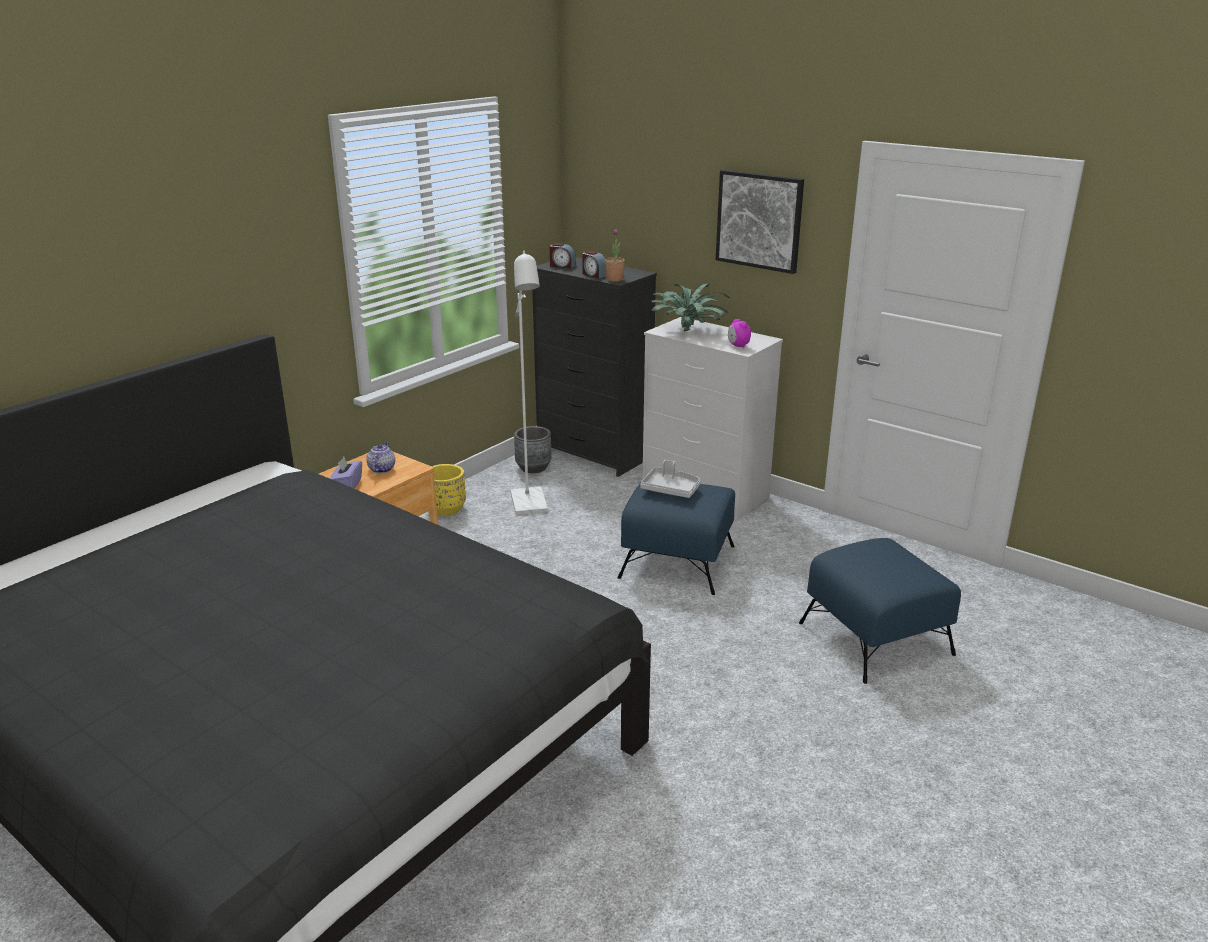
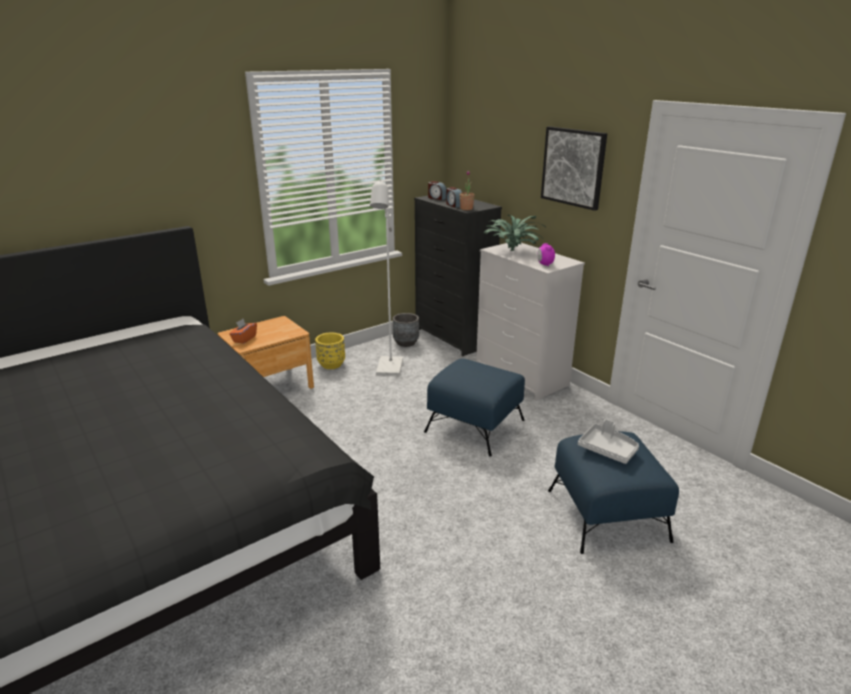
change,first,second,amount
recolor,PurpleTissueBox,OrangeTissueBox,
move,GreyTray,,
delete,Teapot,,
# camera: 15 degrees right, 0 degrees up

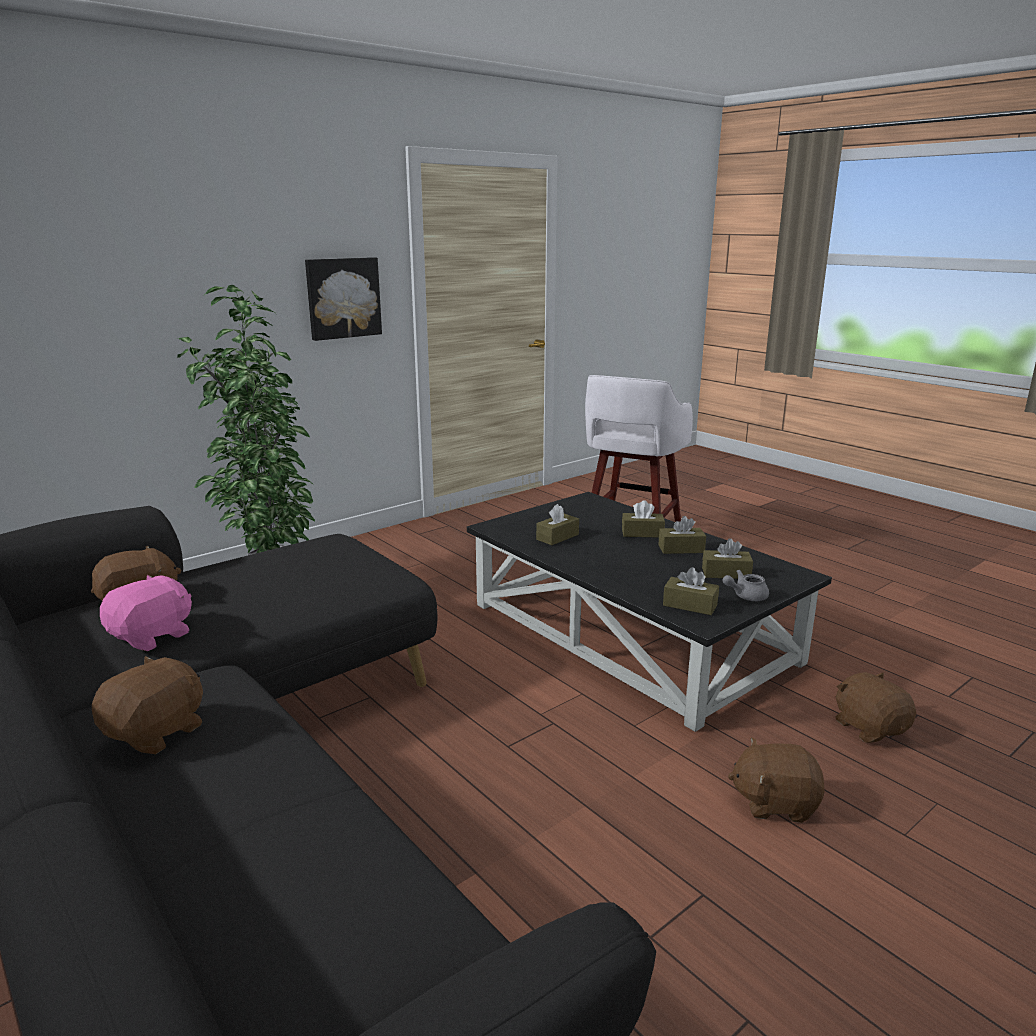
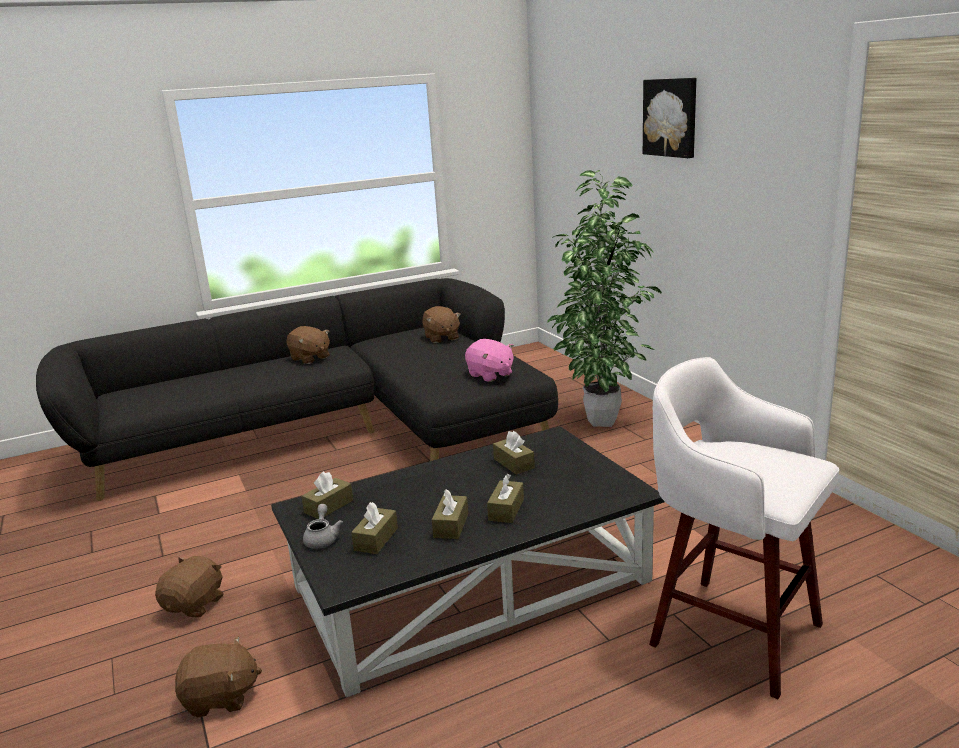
change,first,second,amount
move,PinkPlushToy,,
move,Picture,,
# camera: 105 degrees right, 0 degrees up

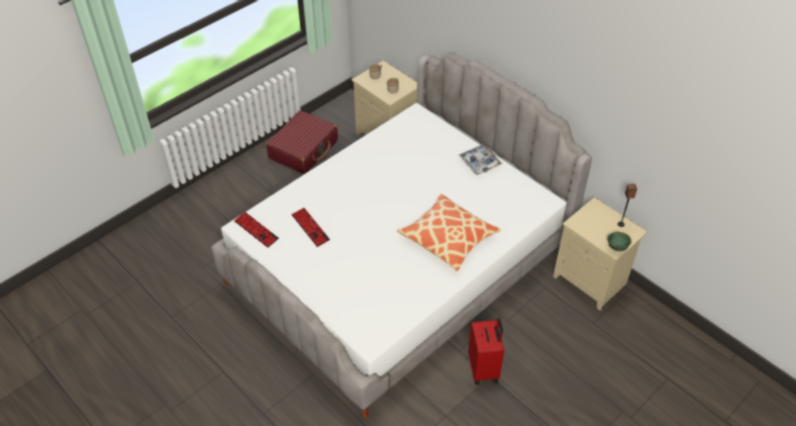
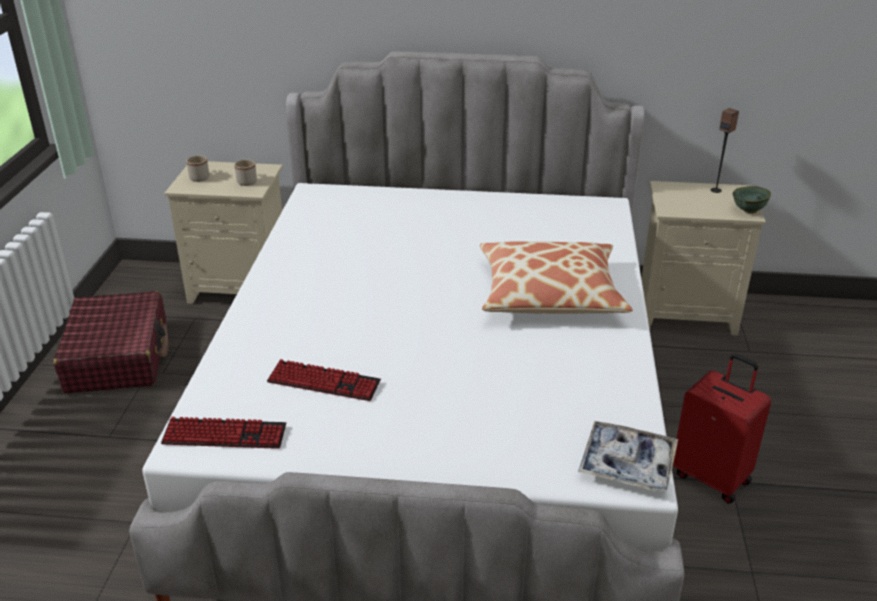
change,first,second,amount
move,Tray,,
# camera: 40 degrees left, 15 degrees down

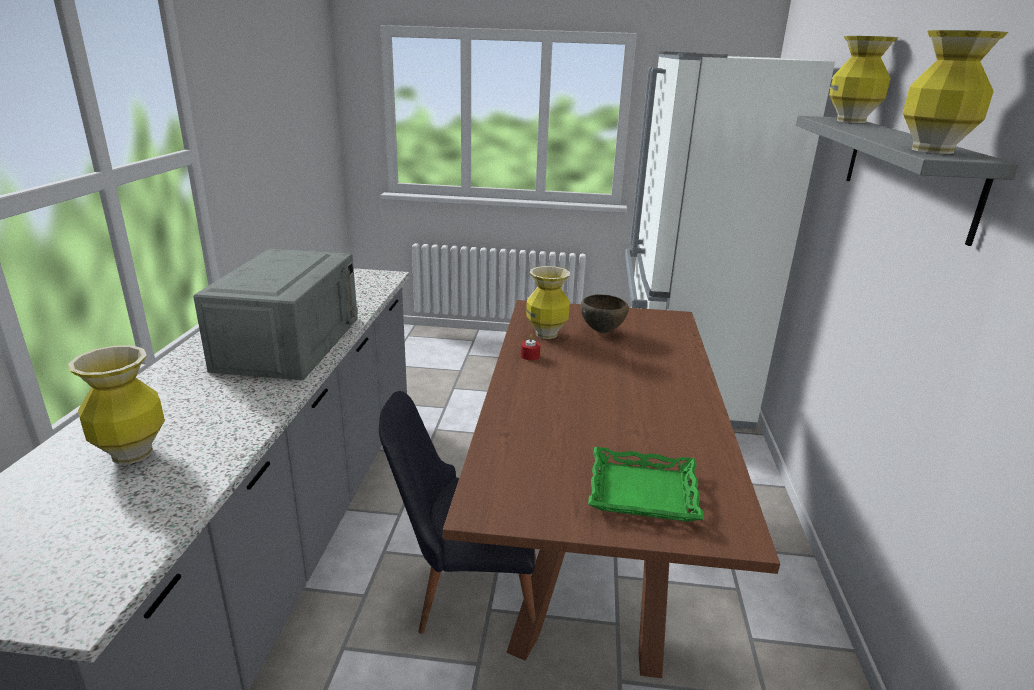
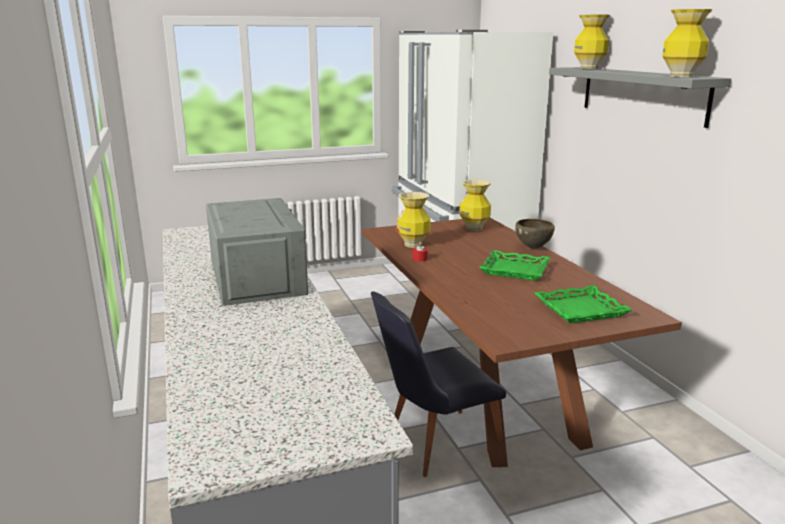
change,first,second,amount
move,Vase (1st from left in the first image),Vase (2nd from left),
insert,,GreenTray (1st from left),
move,BrownBowl,,
# camera: 25 degrees left, 5 degrees down

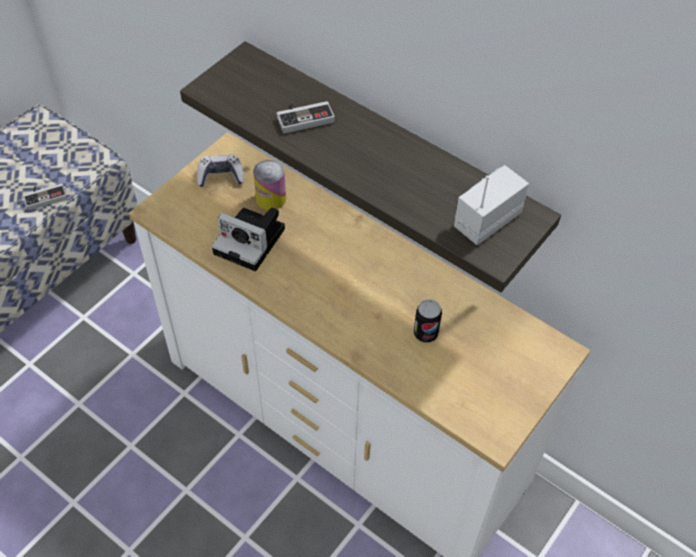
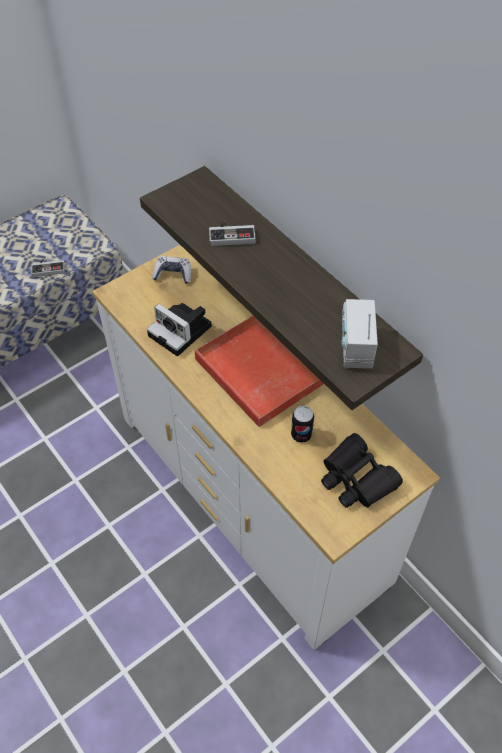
change,first,second,amount
insert,,RedTray,
insert,,BlackBinoculars,
rotate,Radio,,60 degrees counterclockwise
delete,Can (1st from left),,
# camera: 15 degrees right, 0 degrees up

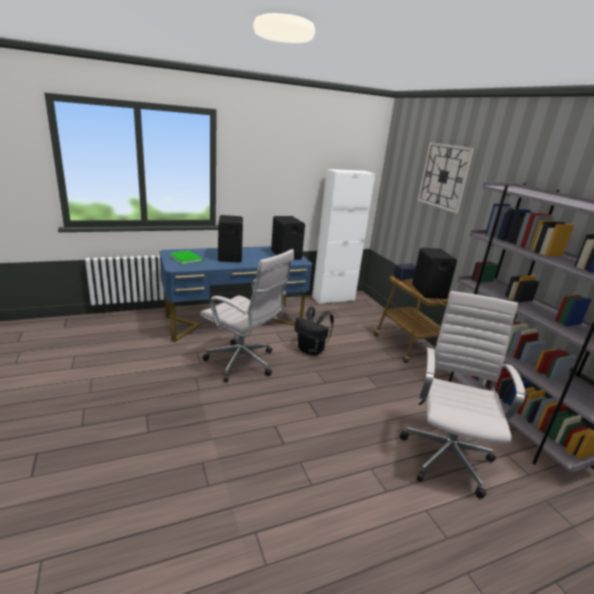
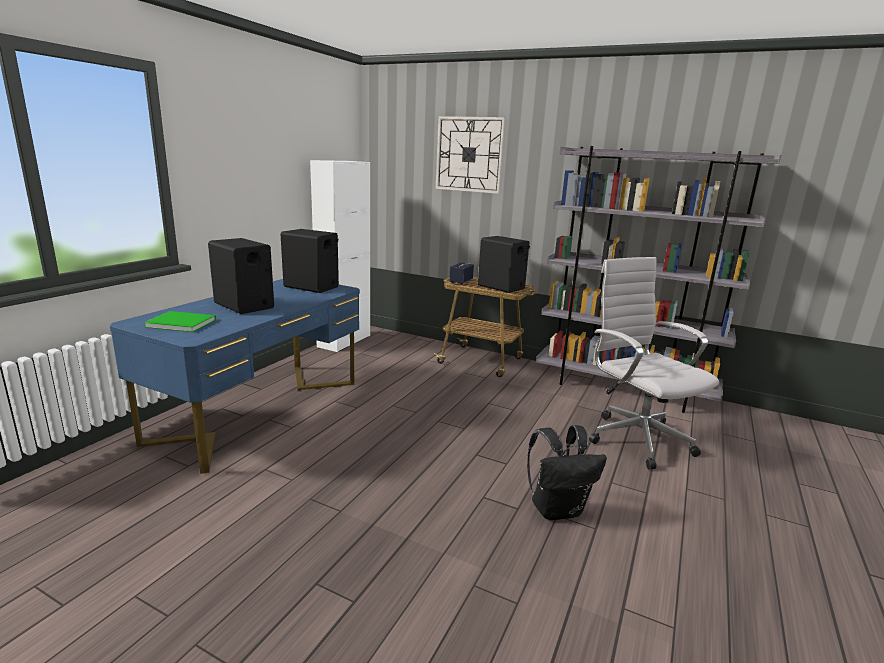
change,first,second,amount
move,BlackBackpack,,
delete,WhiteOfficeChair (1st from left),,
# camera: 40 degrees left, 5 degrees down

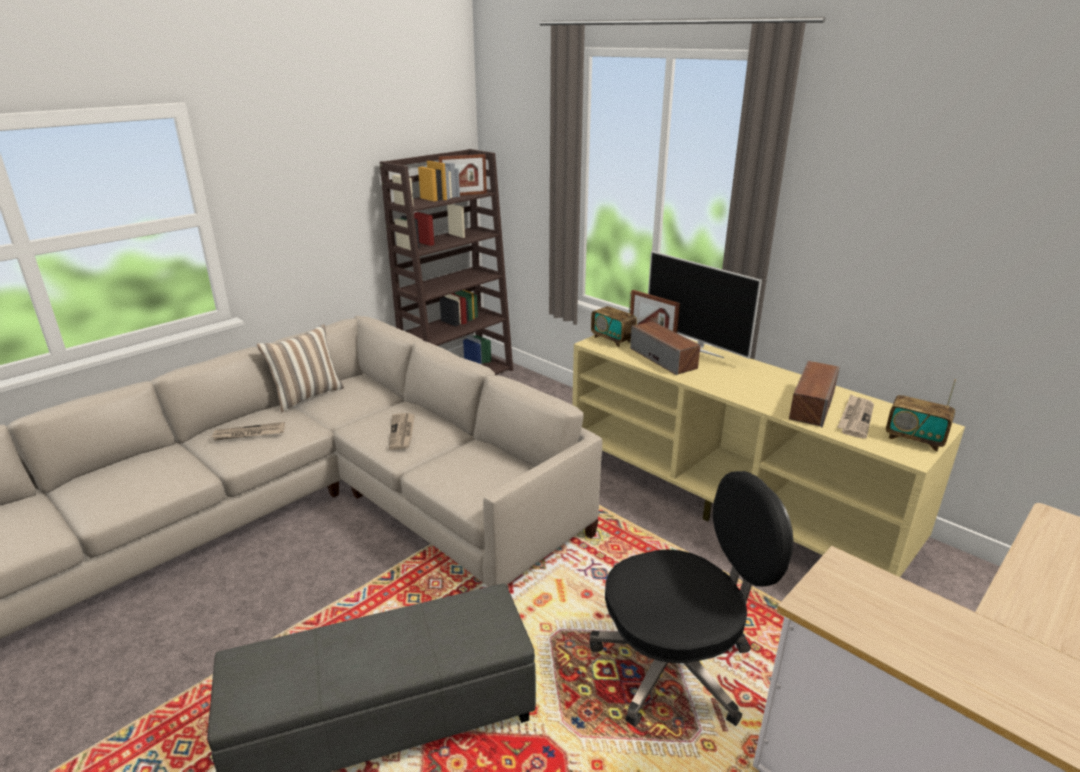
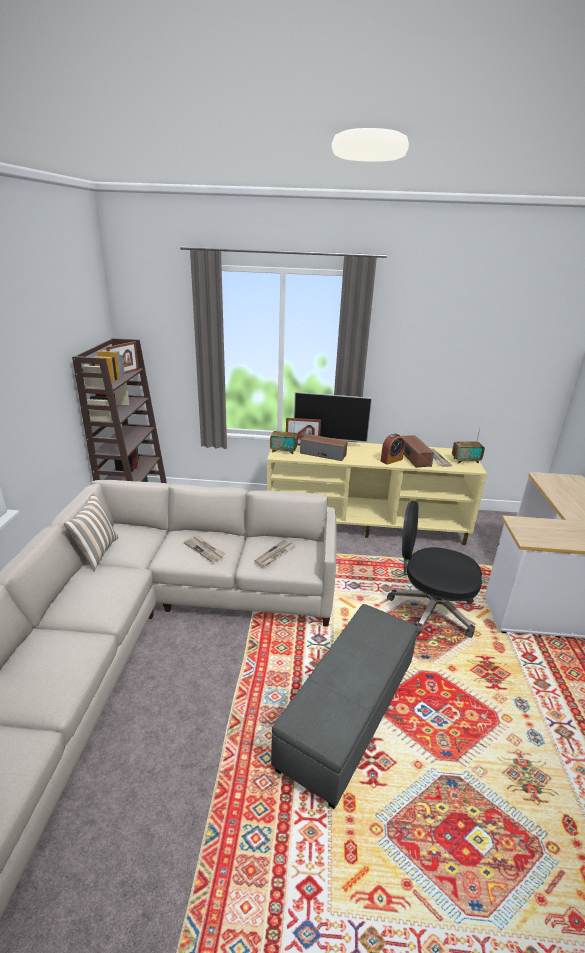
change,first,second,amount
move,Newspaper (1st from left in the first image),Newspaper (2nd from left),
insert,,AlarmClock,
rotate,BlackOfficeChair,,105 degrees counterclockwise
# camera: 40 degrees left, 0 degrees up

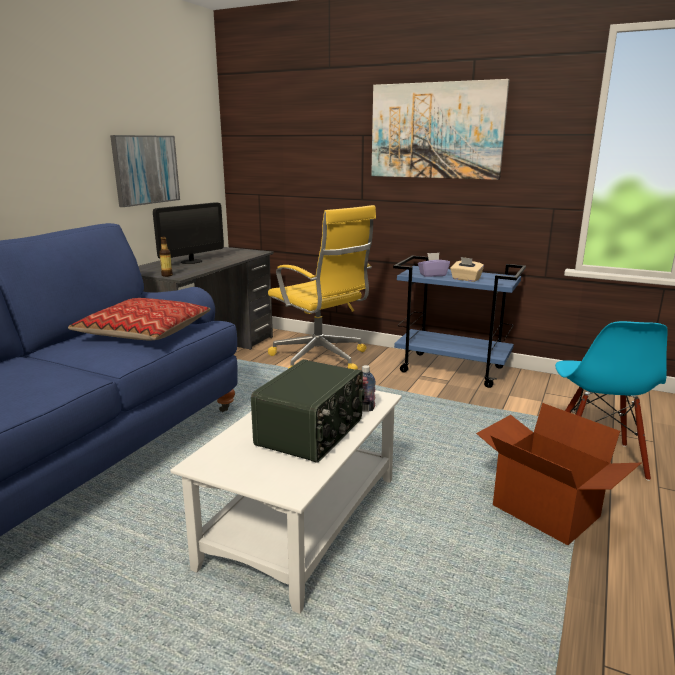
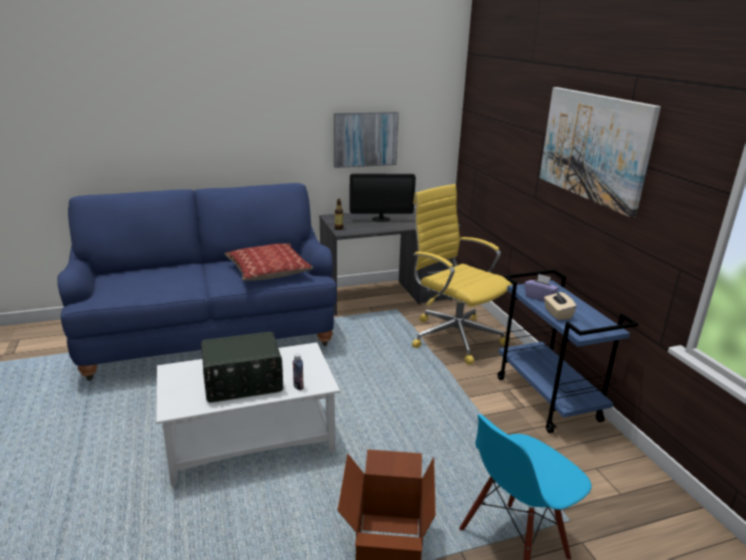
change,first,second,amount
rotate,YellowOfficeChair,,135 degrees clockwise
# camera: 45 degrees right, 5 degrees up

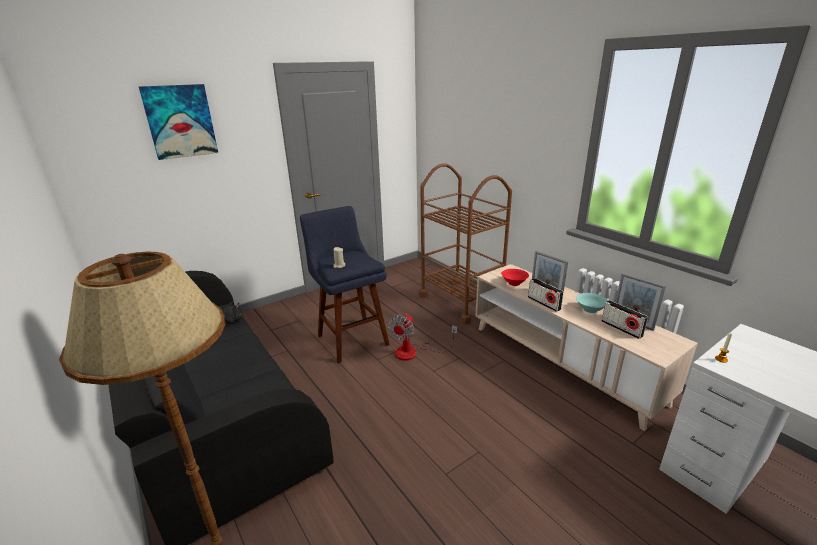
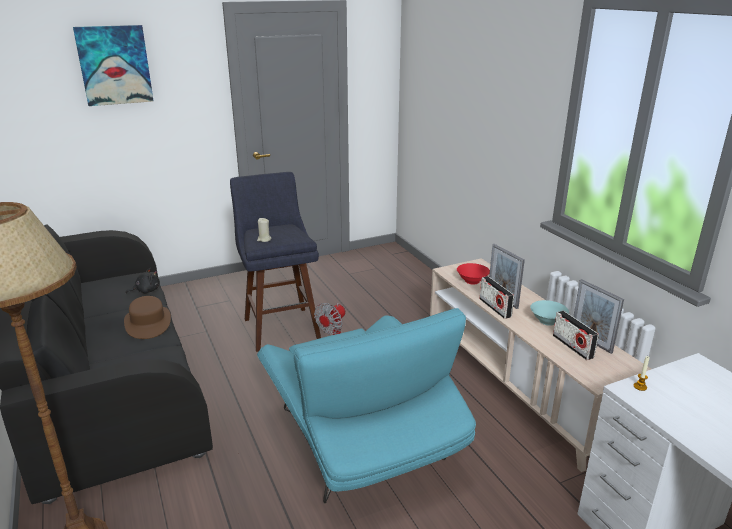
change,first,second,amount
insert,,BrownHat,
insert,,TurquoiseArmchair,
delete,BrownCart,,
# camera: 10 degrees right, 0 degrees up

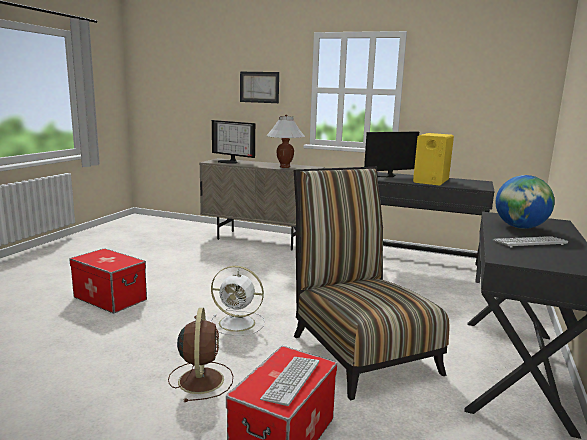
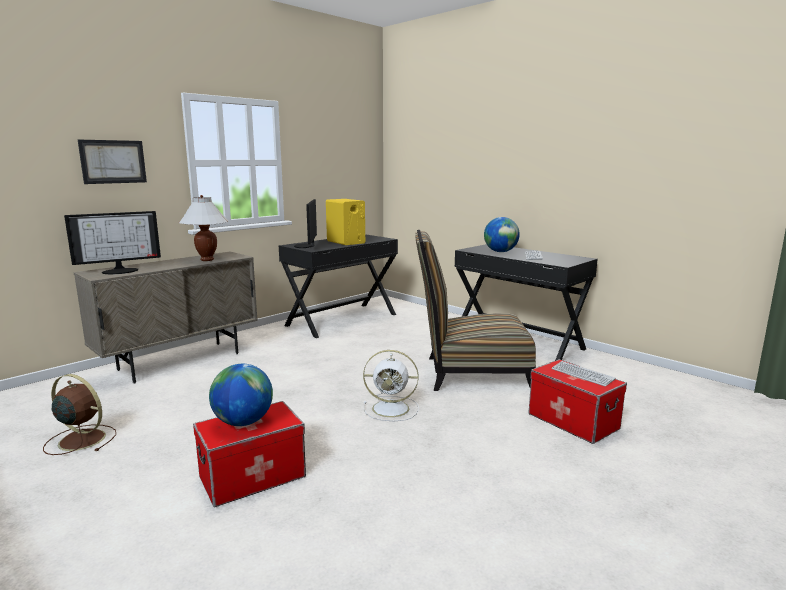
change,first,second,amount
move,BrownFan,,
insert,,Globe (1st from left),
rotate,WhiteFan,,60 degrees clockwise
# camera: 65 degrees left, 0 degrees up

